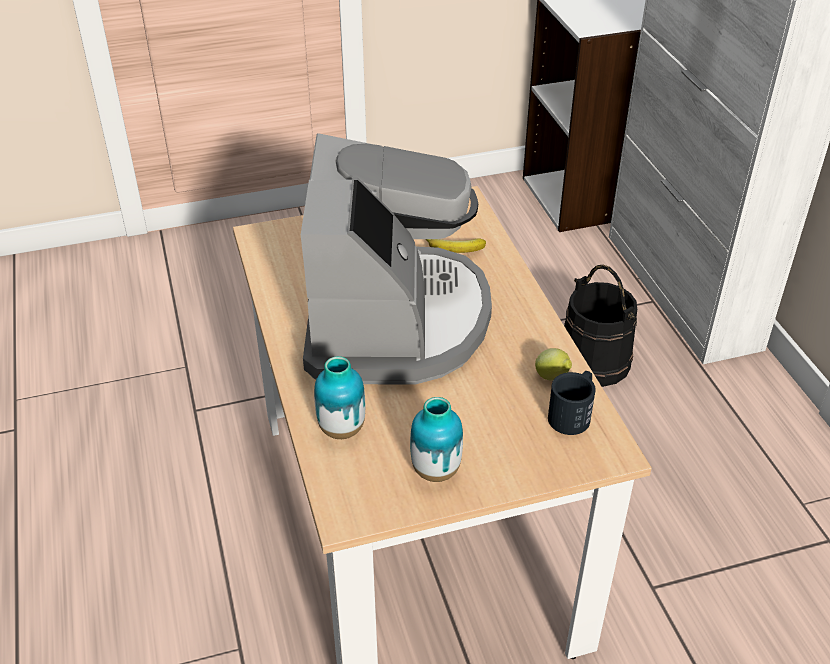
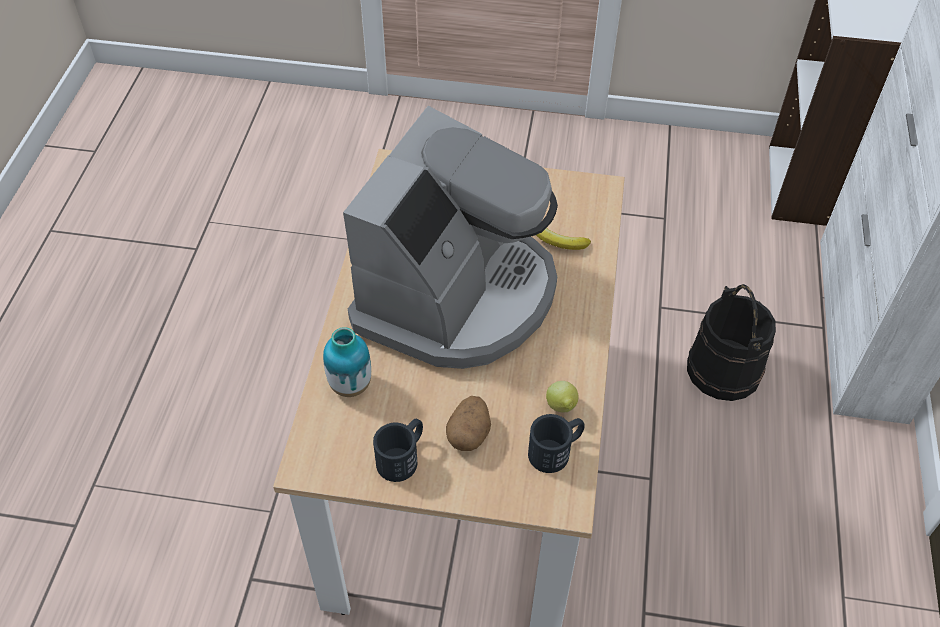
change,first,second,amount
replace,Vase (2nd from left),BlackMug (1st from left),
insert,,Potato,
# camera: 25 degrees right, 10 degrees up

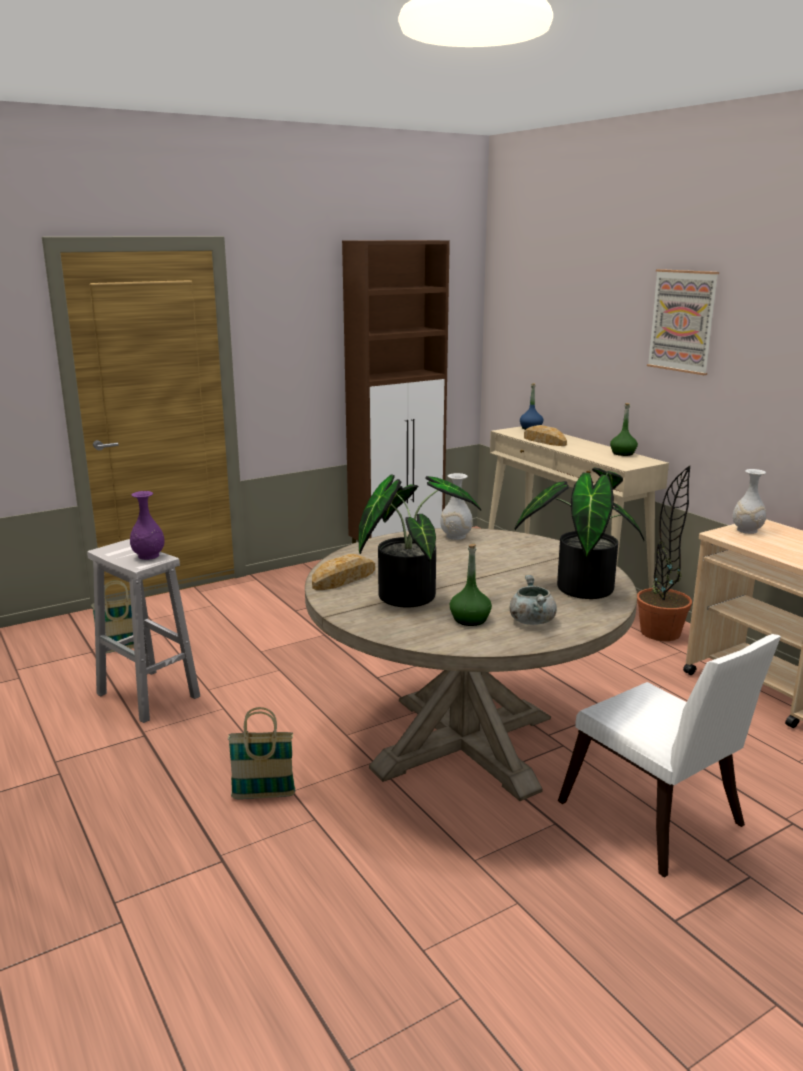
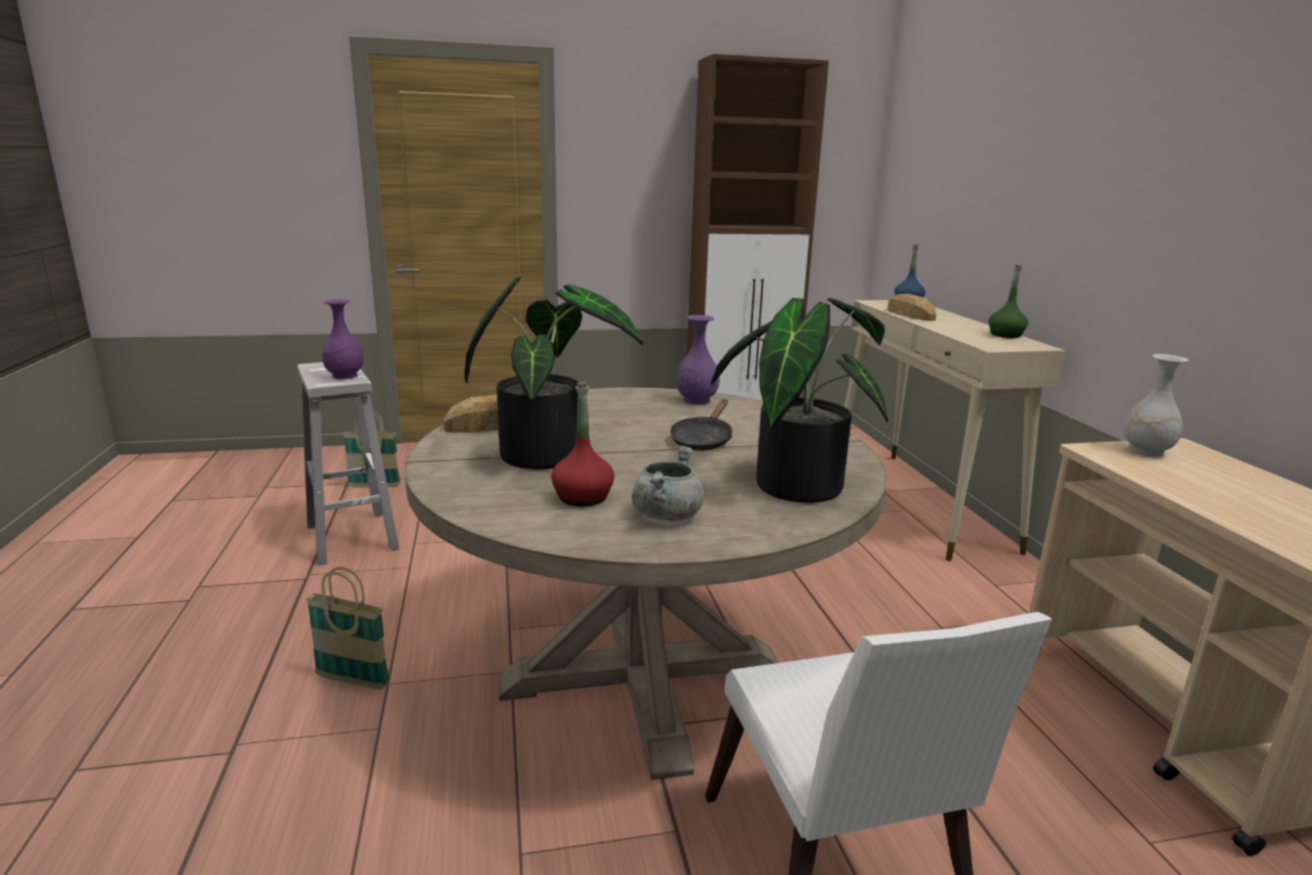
change,first,second,amount
recolor,GreenBottle (1st from left),RedBottle,
insert,,BlackFryingPan,
recolor,WhiteVase (1st from left),PurpleVase (2nd from left),
delete,PottedPlant (3rd from left),,
delete,Picture,,
# camera: 20 degrees right, 0 degrees up

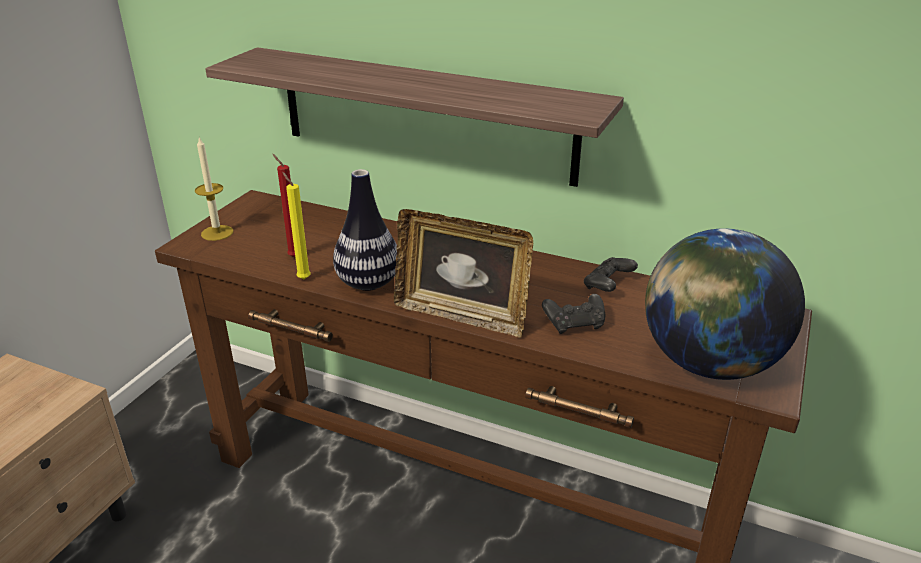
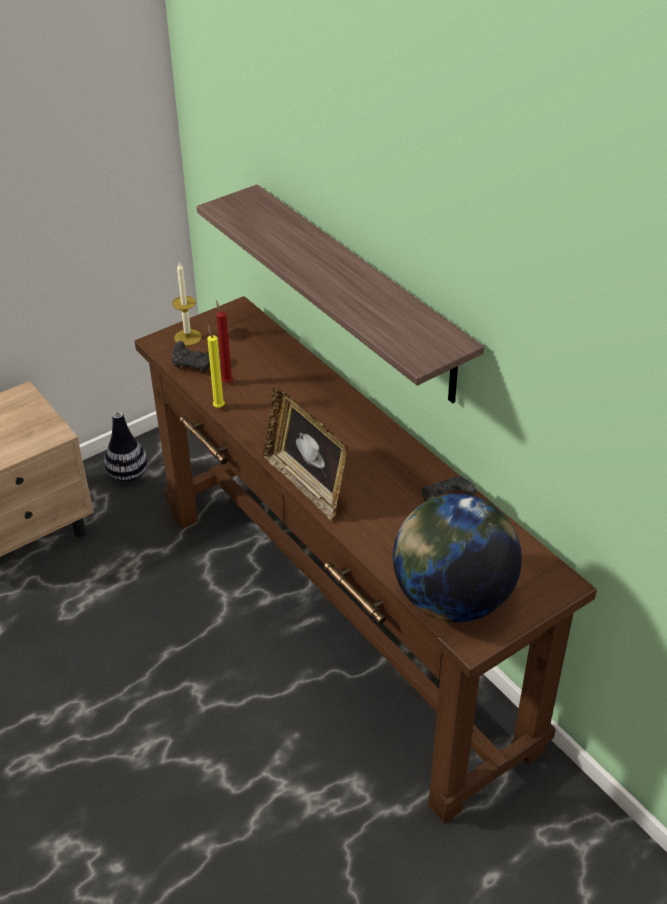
change,first,second,amount
move,Vase,,
move,BlackGameController (1st from left),,
# camera: 30 degrees right, 10 degrees up

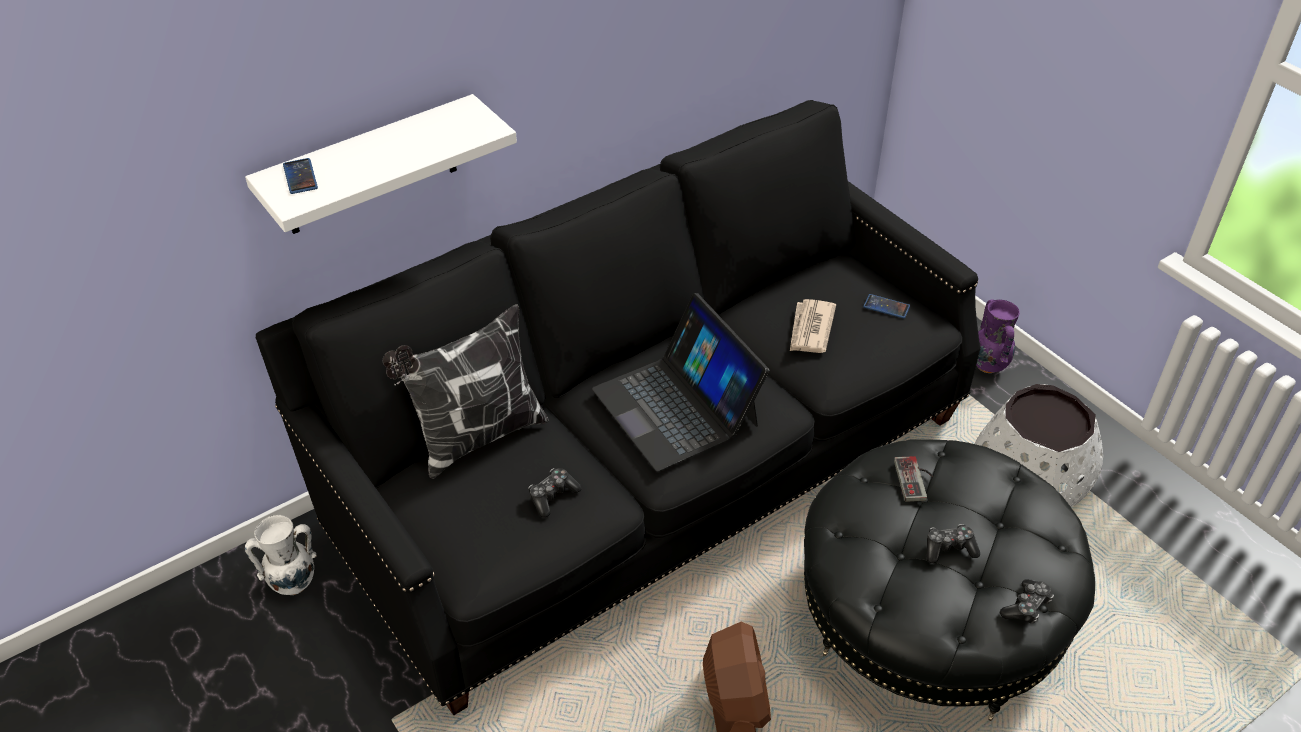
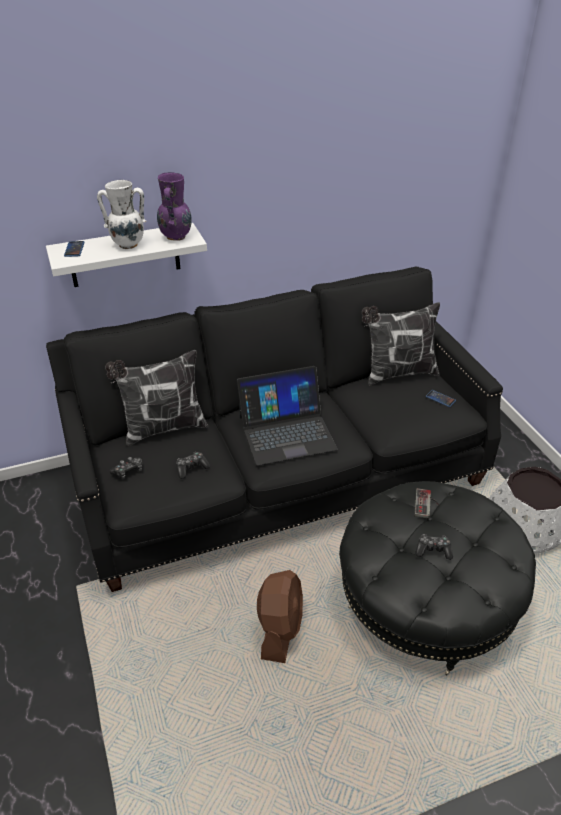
change,first,second,amount
move,WhiteVase,,
move,GameController (4th from left in the first image),GameController (1st from left),
move,PurpleVase,,
rotate,Laptop,,90 degrees counterclockwise
insert,,Pillow (2nd from left),
delete,Newspaper,,
# camera: 15 degrees right, 5 degrees down

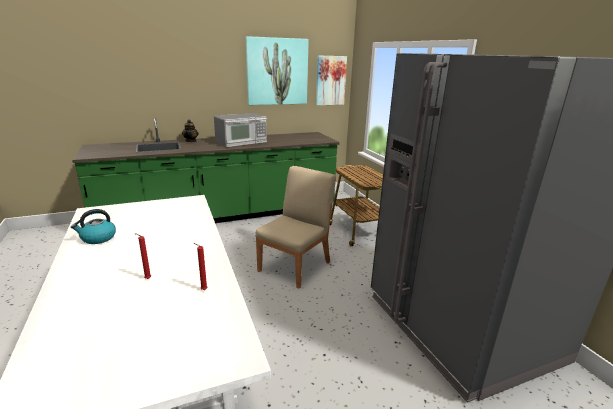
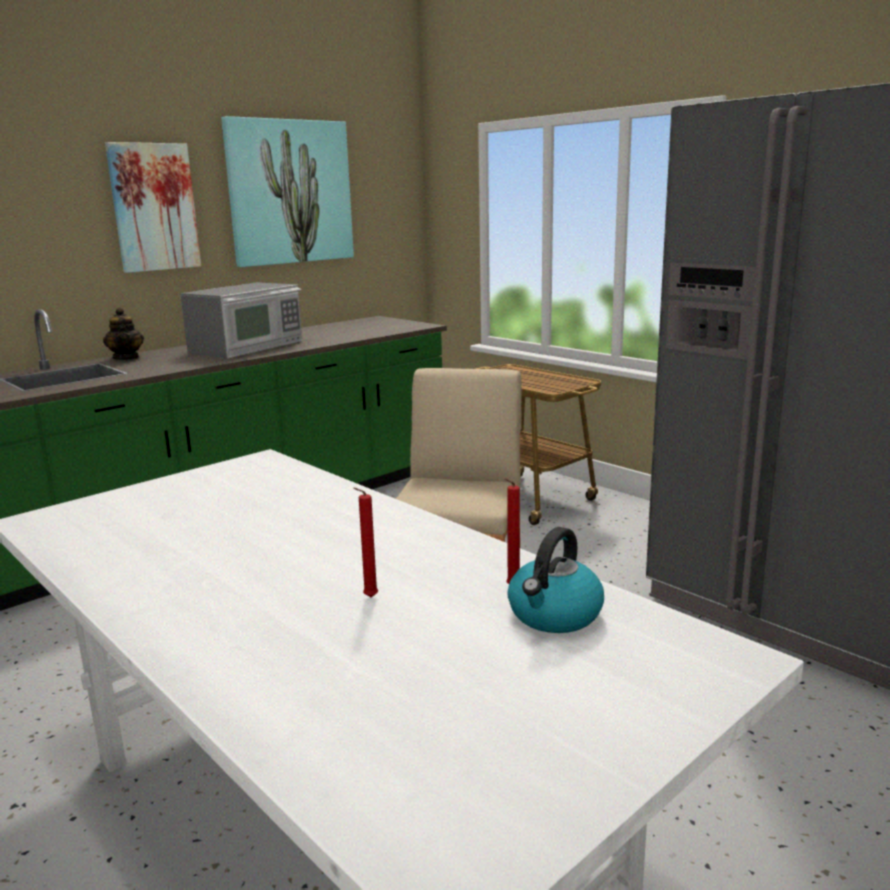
change,first,second,amount
move,Picture (2nd from left in the first image),Picture (1st from left),
move,Kettle,,
# camera: 20 degrees left, 5 degrees down

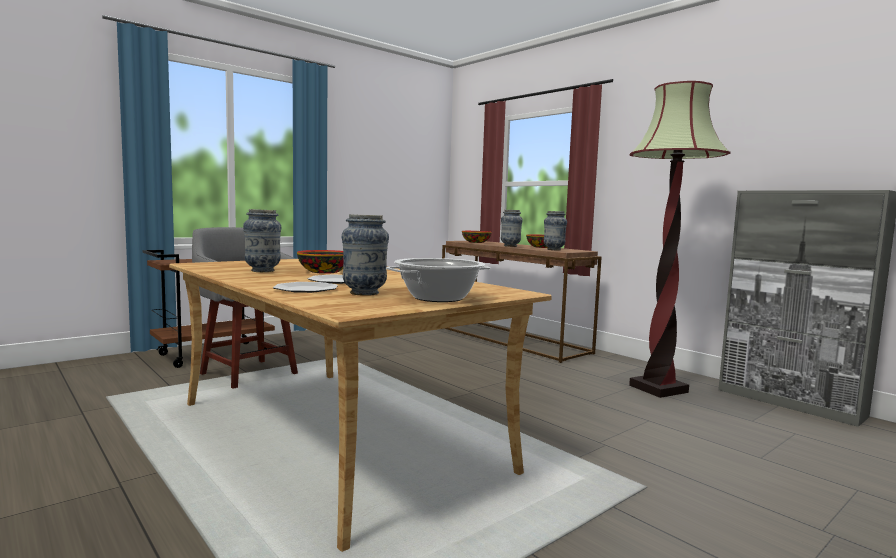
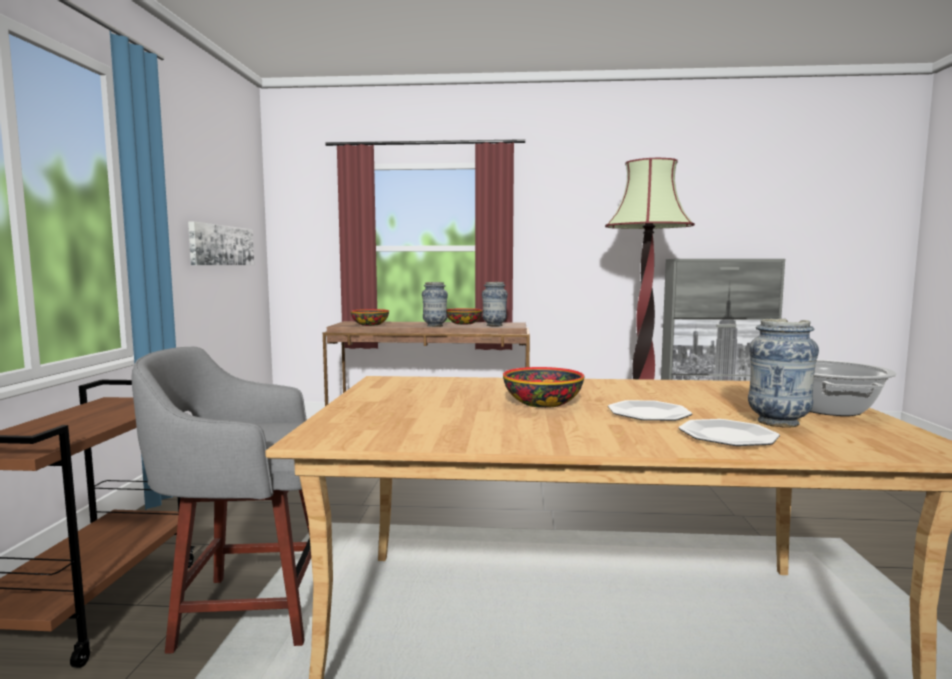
change,first,second,amount
insert,,Picture,
delete,Vase (1st from left),,
# camera: 45 degrees left, 0 degrees up

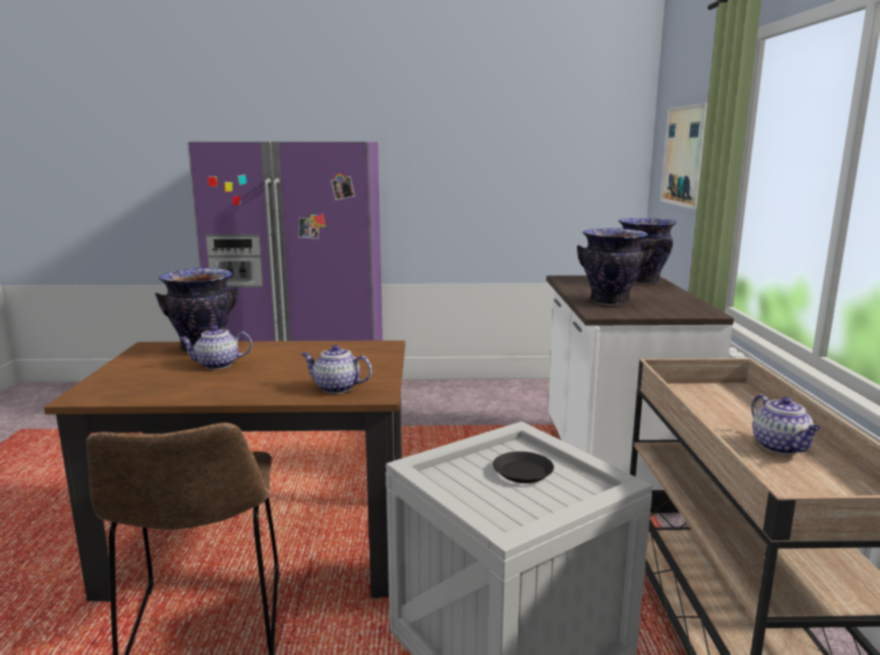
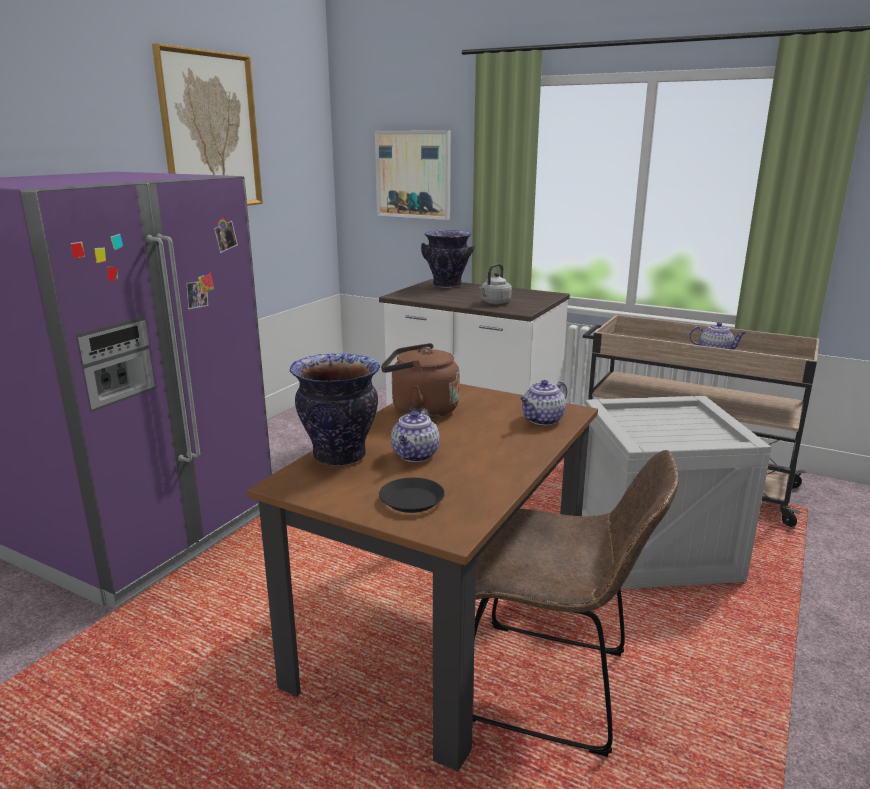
change,first,second,amount
insert,,Picture (1st from left),
move,BlackPlate,,
insert,,BrownKettle,
replace,Vase (2nd from left),GreyKettle,
# camera: 60 degrees left, 5 degrees up

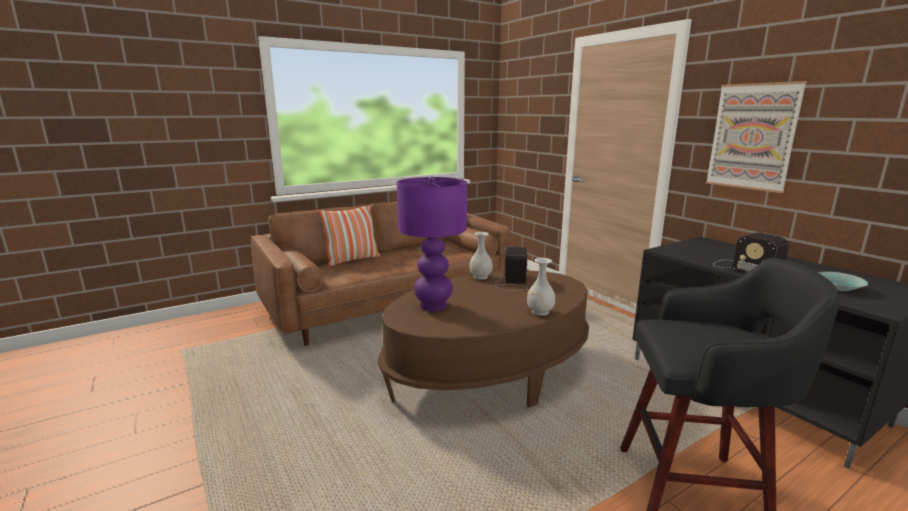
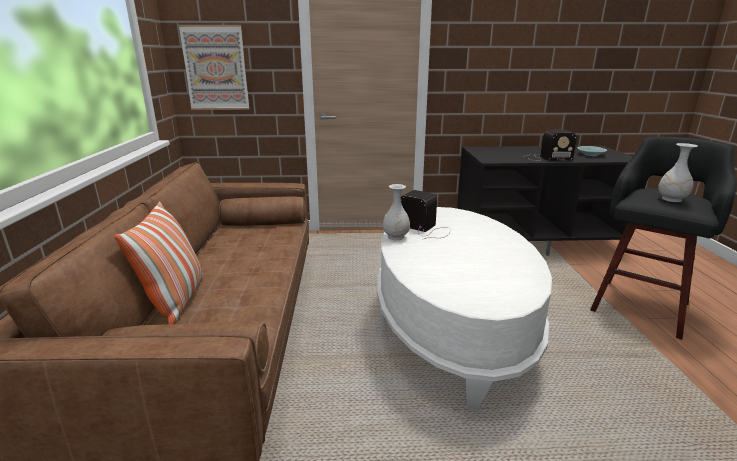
change,first,second,amount
move,Picture,,
recolor,BrownCoffeeTable,WhiteCoffeeTable,
move,WhiteVase (2nd from left),,
delete,PurpleTableLamp,,
# camera: 60 degrees left, 5 degrees up

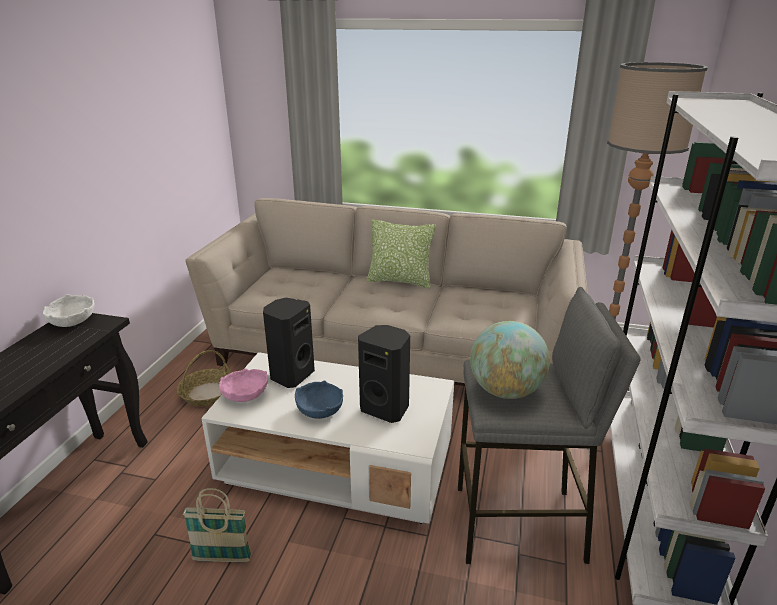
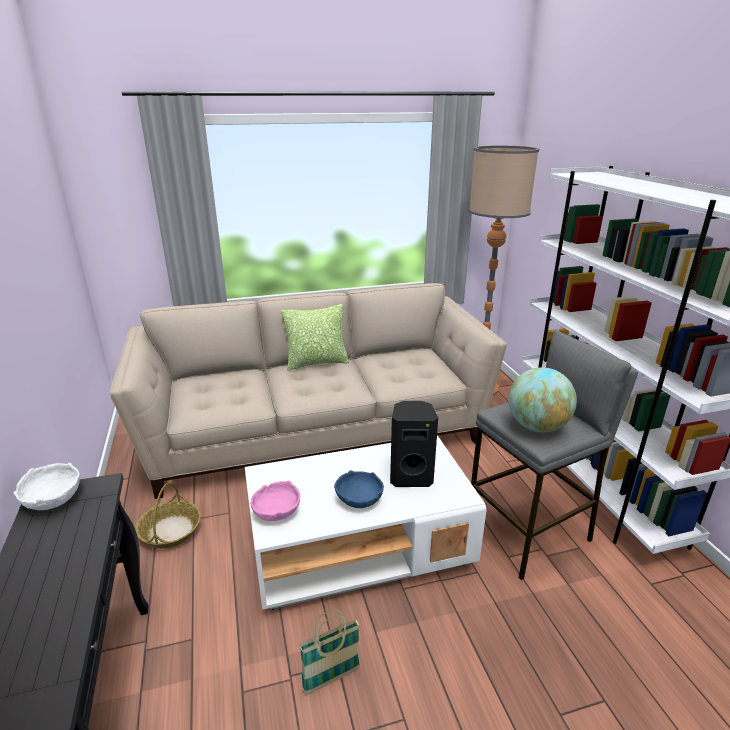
change,first,second,amount
delete,BlackSpeaker (1st from left),,
# camera: 30 degrees left, 0 degrees up

